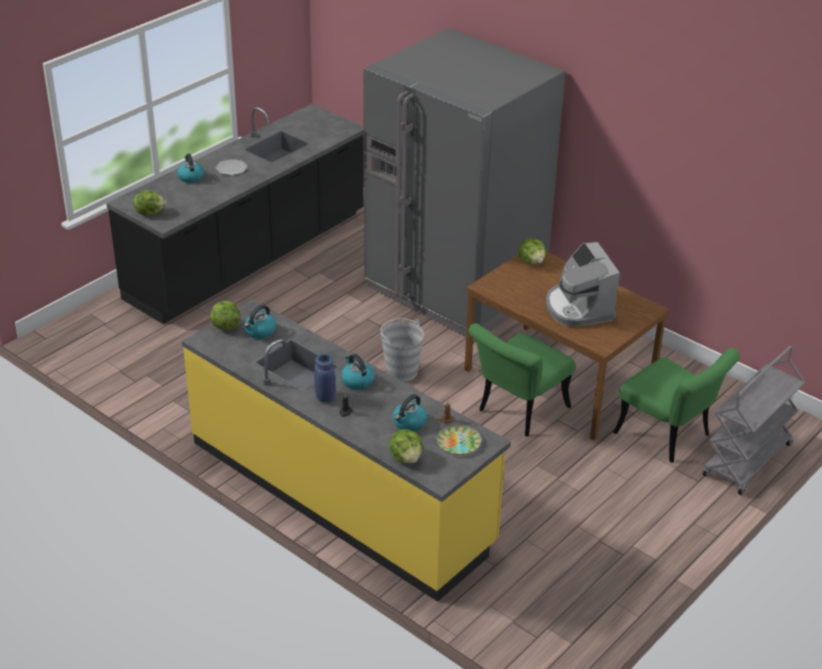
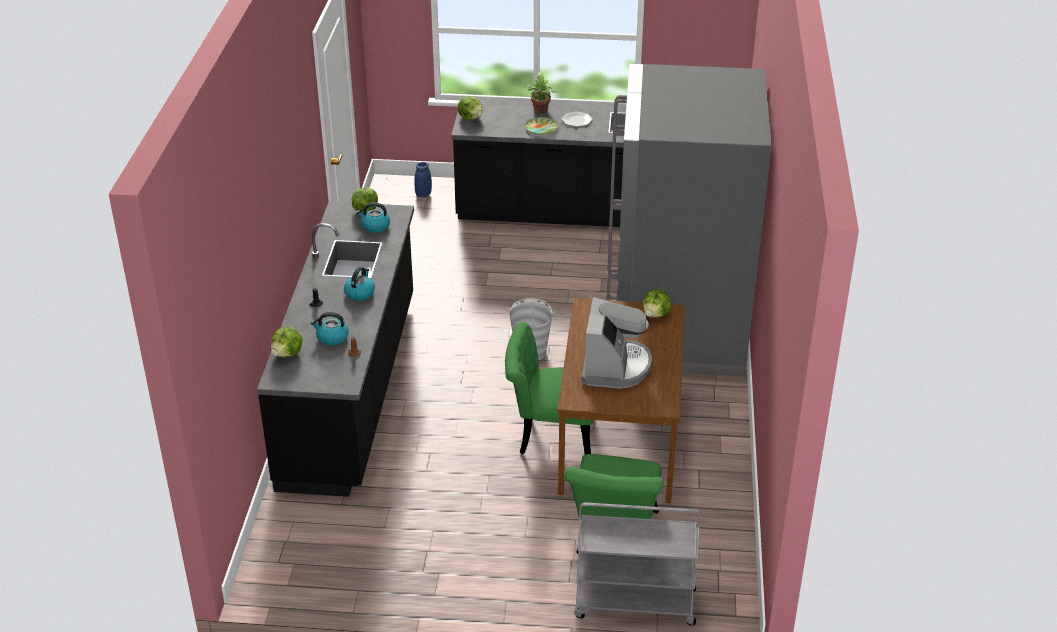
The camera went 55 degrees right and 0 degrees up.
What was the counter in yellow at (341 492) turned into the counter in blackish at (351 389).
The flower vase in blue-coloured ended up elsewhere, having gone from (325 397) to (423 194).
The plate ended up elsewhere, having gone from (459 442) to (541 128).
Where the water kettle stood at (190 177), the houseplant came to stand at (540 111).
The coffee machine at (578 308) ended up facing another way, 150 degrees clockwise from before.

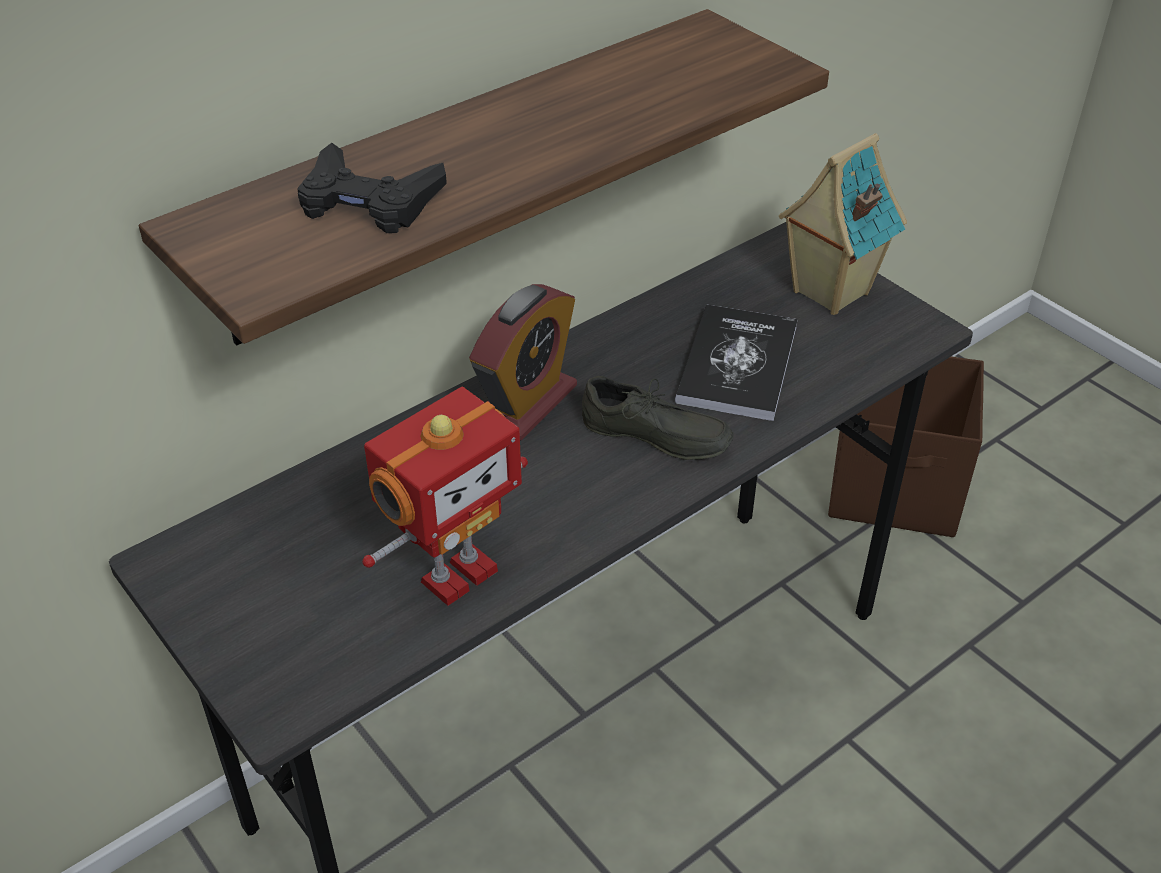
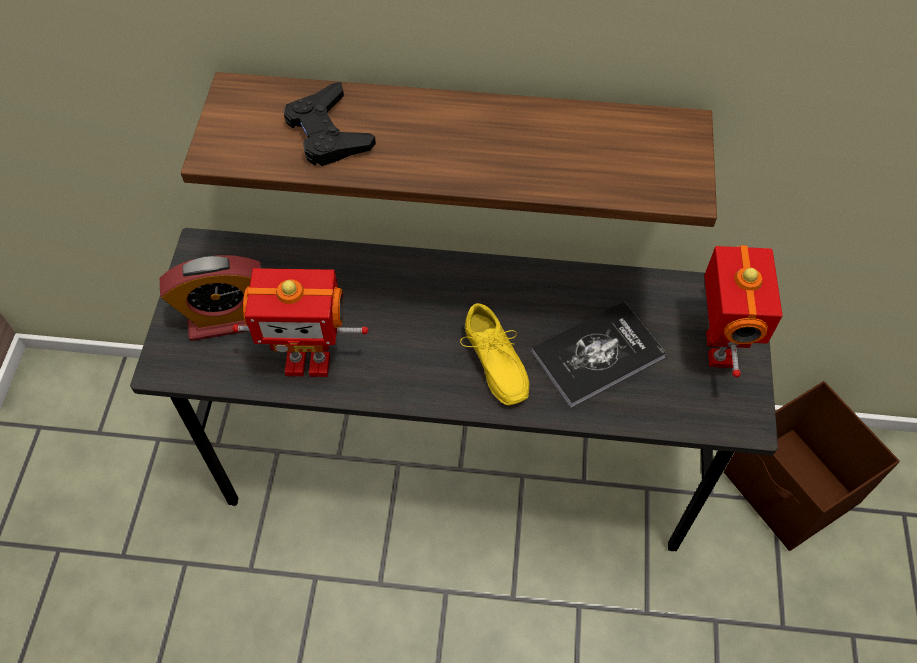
The camera went 45 degrees right and 15 degrees up.
The alarm clock ended up elsewhere, having gone from (526 403) to (226 319).
What was the item of footwear in grey at (654 439) turned into the item of footwear in yellow at (492 364).
Where the toy house stood at (828 292), the toy robot came to stand at (717 349).

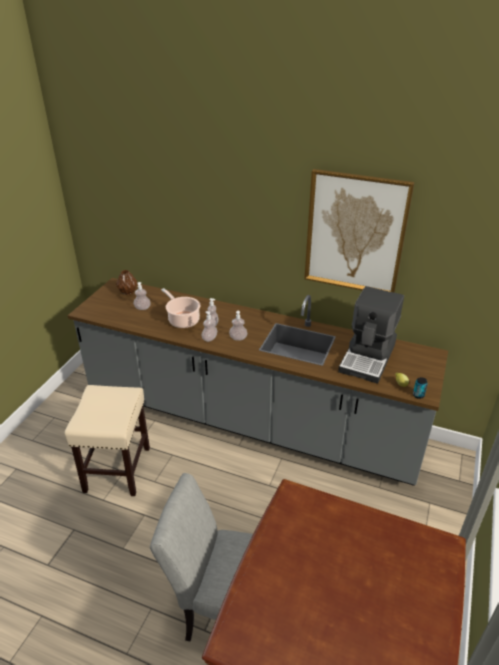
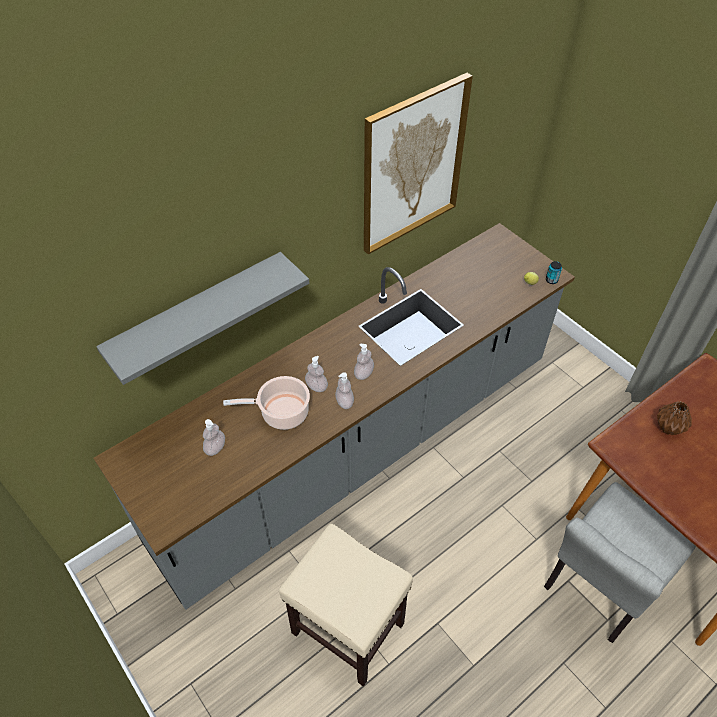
The camera went 60 degrees left and 15 degrees up.
The second view gained the shelf in grey at (198 314).
The flower vase in brownish ended up elsewhere, having gone from (128 292) to (668 427).
The second view lost the coffee machine at (368 357).

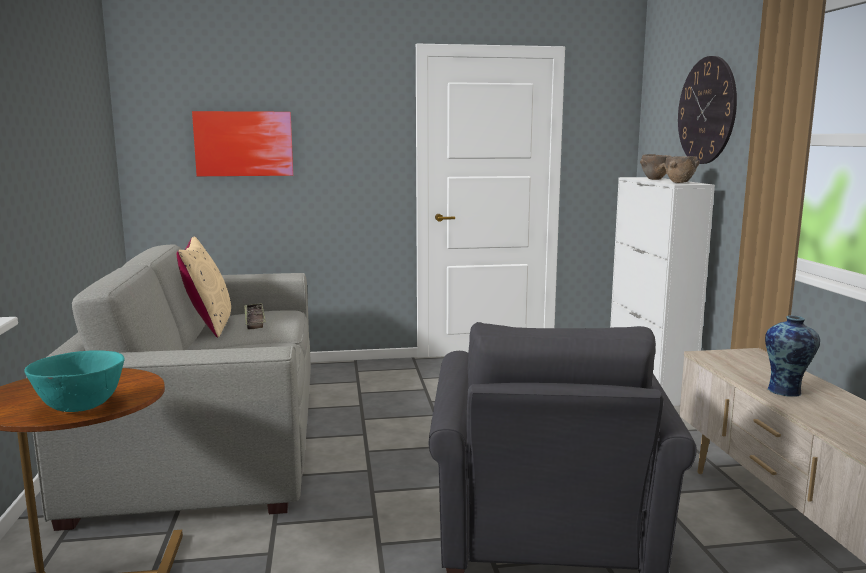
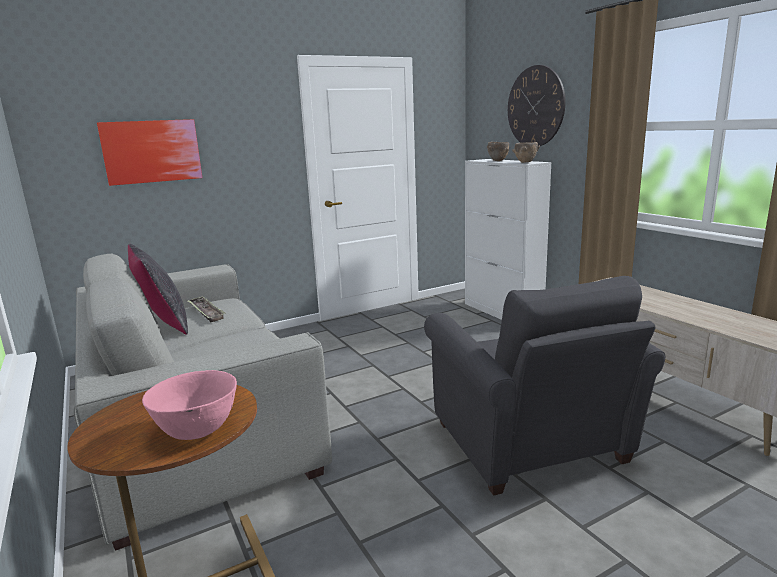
The camera went 20 degrees left and 5 degrees up.
What was the cushion in beige at (208 325) turned into the cushion in blackish at (163 324).
What was the deep dish in turquoise at (80 407) turned into the deep dish in pink-coloured at (197 430).
The second view lost the flower vase at (786 391).

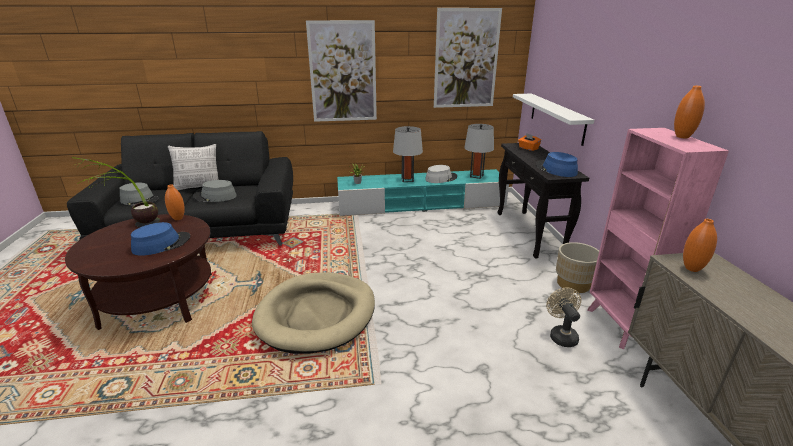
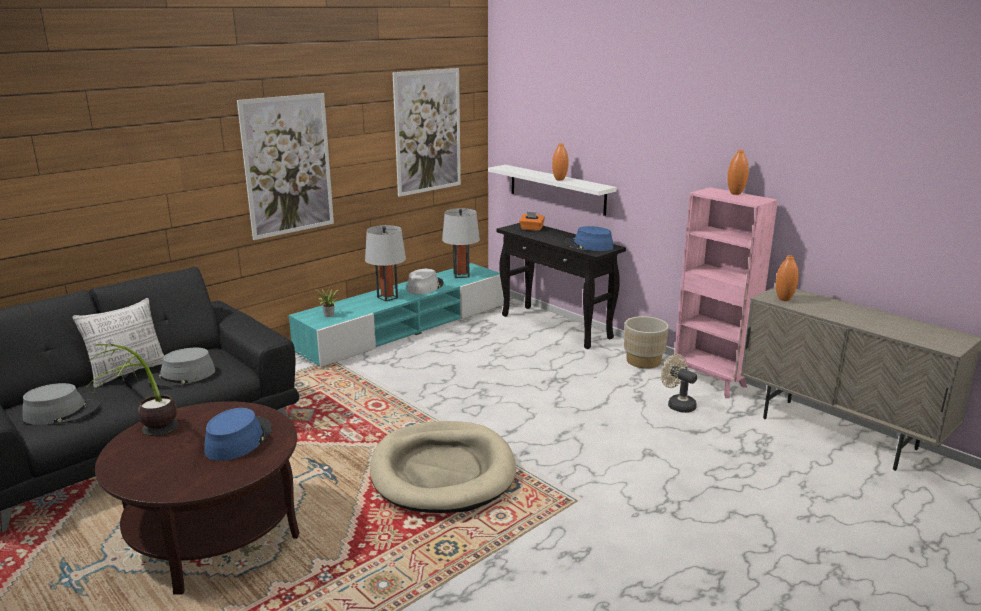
The camera went 35 degrees left and 5 degrees down.
The flower vase in orange ended up elsewhere, having gone from (178 218) to (559 179).

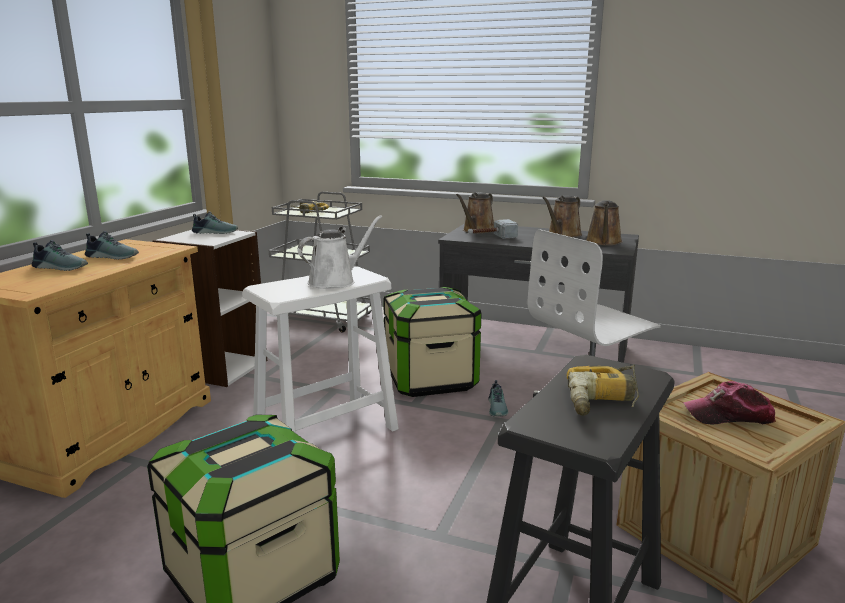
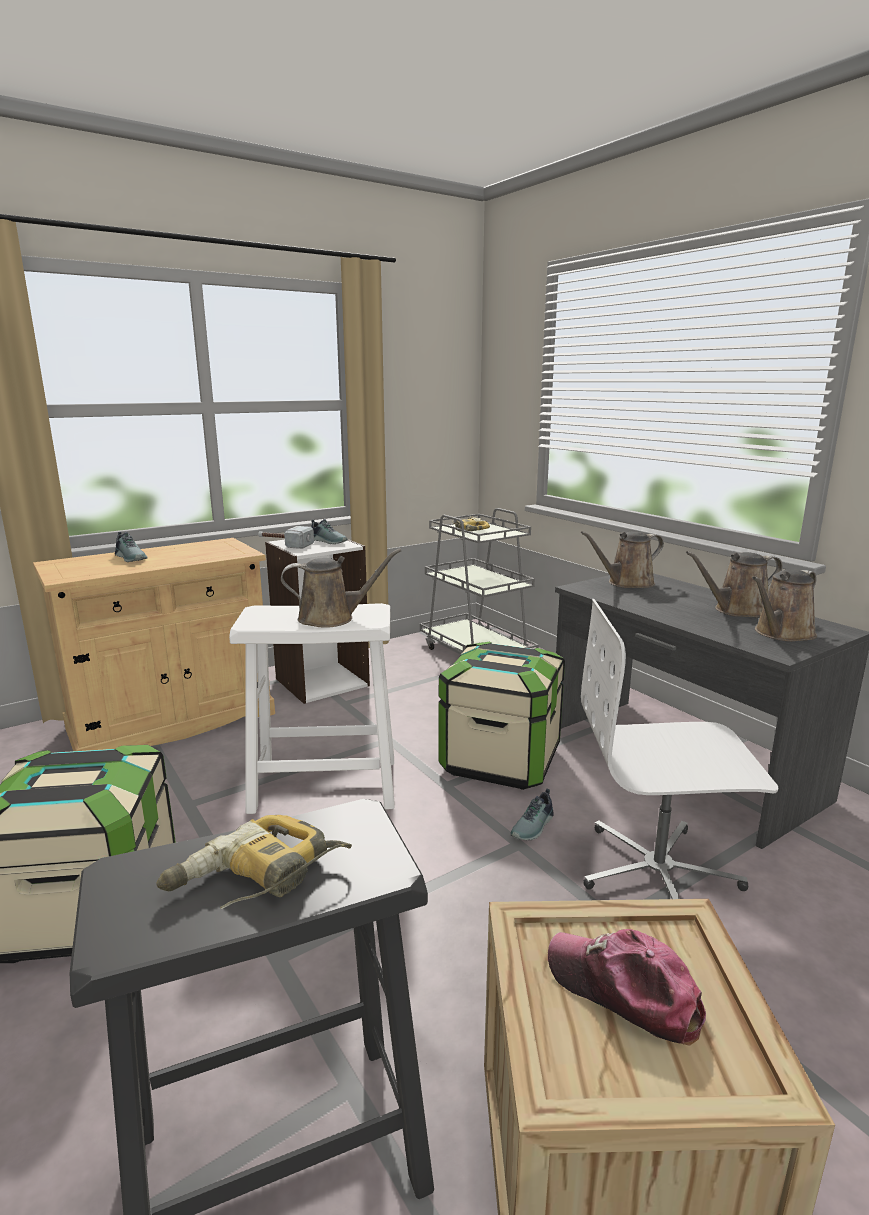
The camera went 35 degrees right and 0 degrees up.
The hammer ended up elsewhere, having gone from (491 237) to (284 544).
What was the watering can in white at (335 281) turned into the watering can in brownish at (332 618).
The second view lost the item of footwear at (113 256).

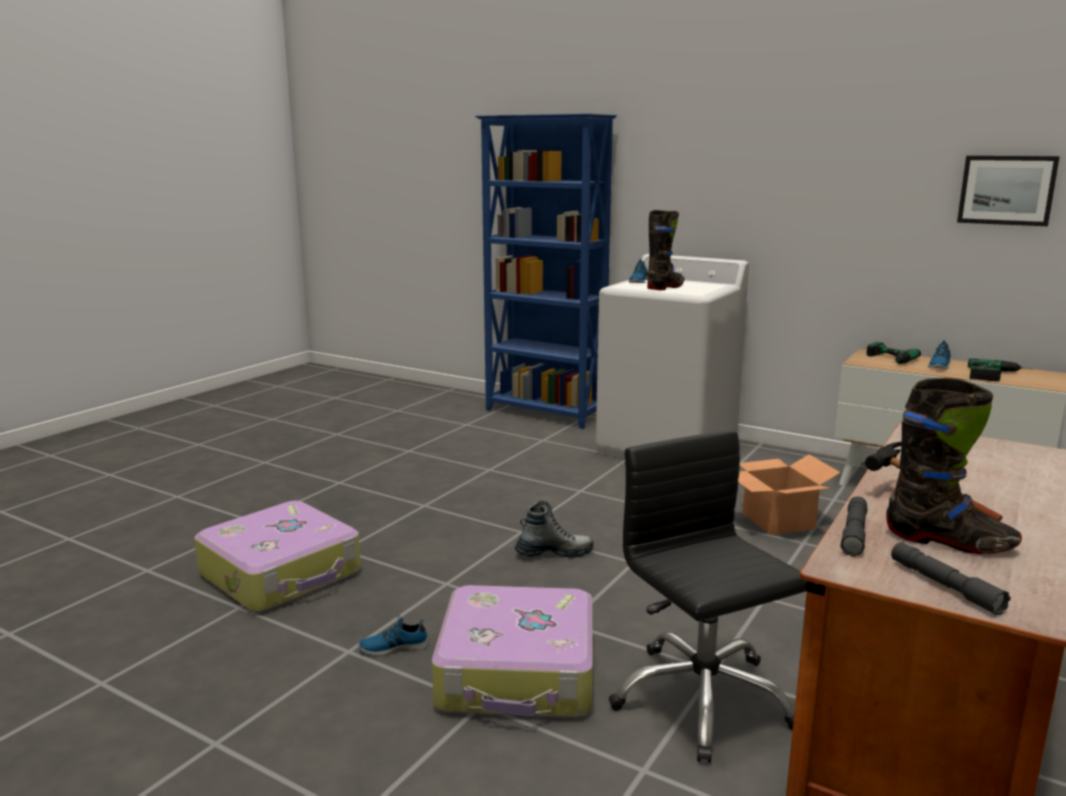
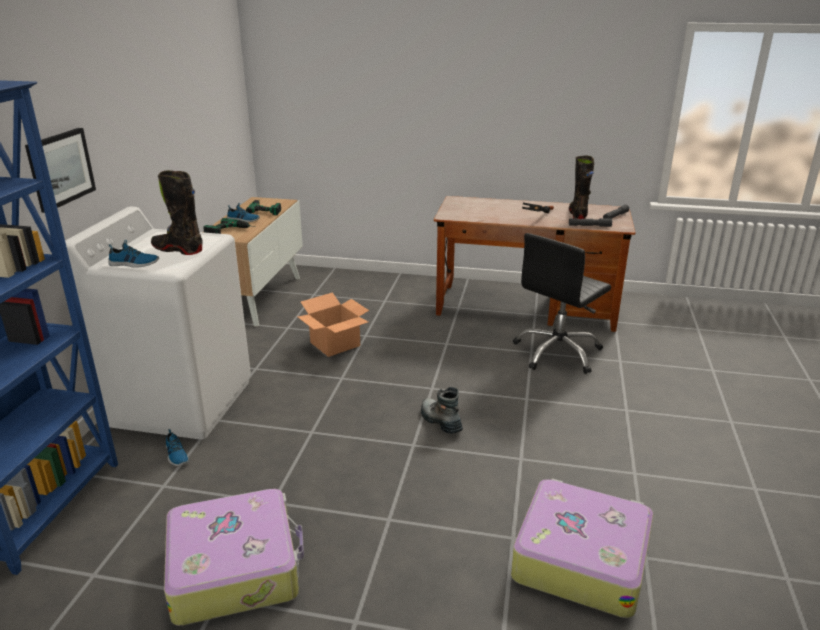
The camera went 110 degrees left and 10 degrees up.
The wall art ended up elsewhere, having gone from (1006 190) to (60 168).
The suitcase ended up elsewhere, having gone from (518 673) to (235 567).
The item of footwear ended up elsewhere, having gone from (394 647) to (176 455).

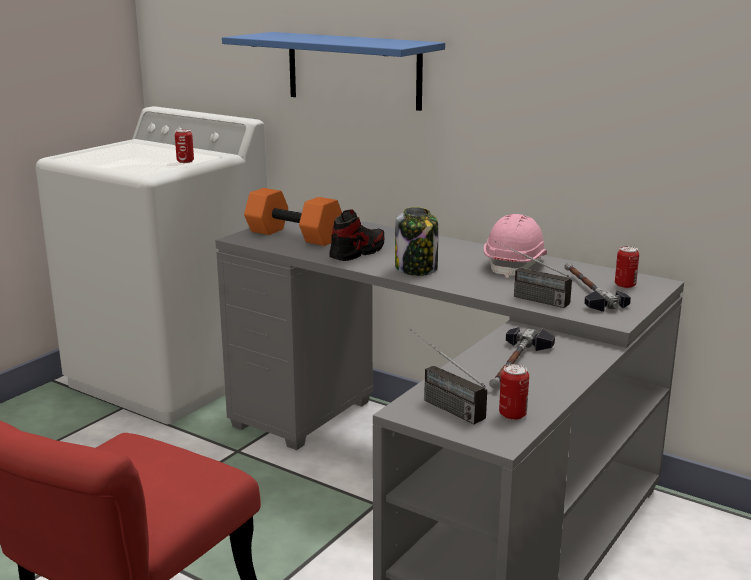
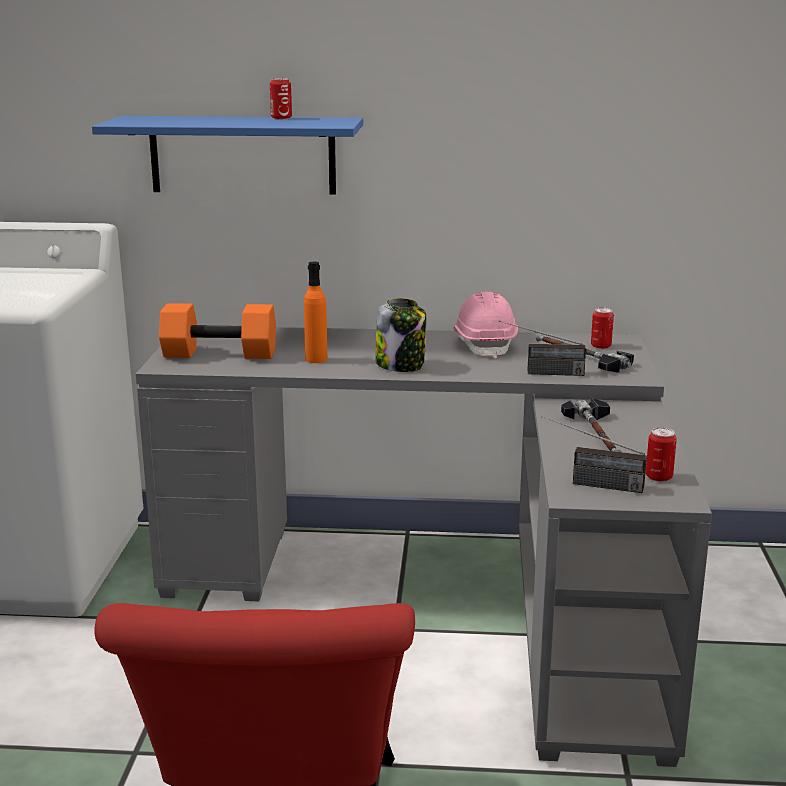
The camera went 30 degrees left and 0 degrees up.
The metal can ended up elsewhere, having gone from (185 161) to (281 118).
Where the item of footwear stood at (357 252), the drink bottle in orange came to stand at (316 359).

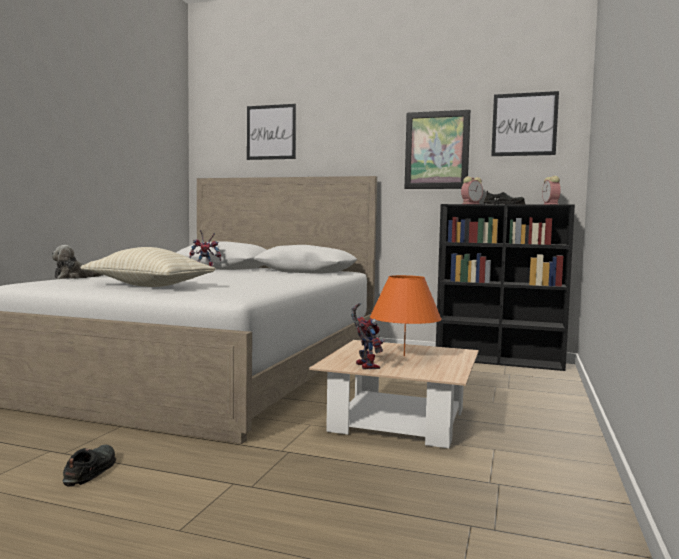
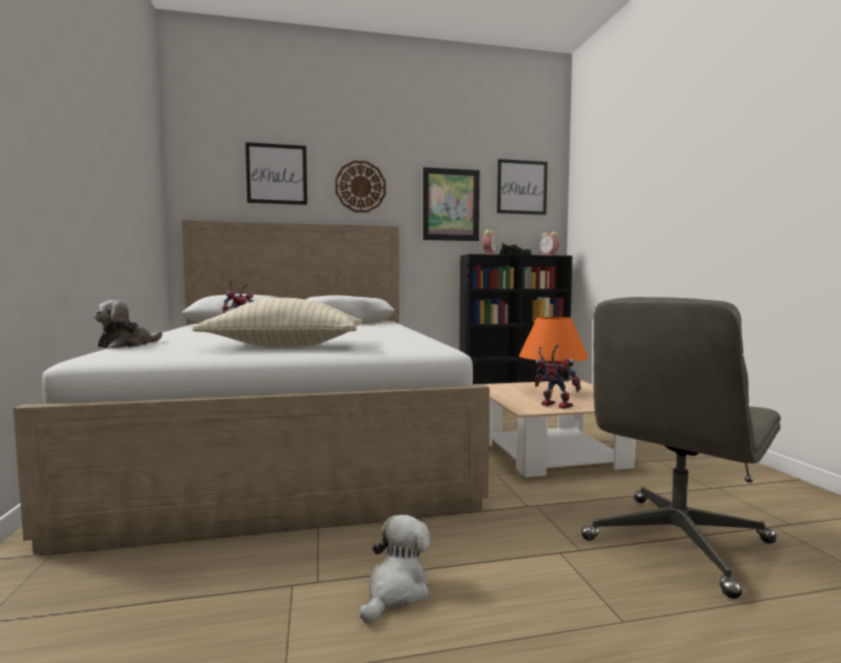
The camera went 30 degrees left and 0 degrees up.
The second view gained the wall clock at (360 186).
Where the item of footwear in blackish stood at (91 470), the soft toy came to stand at (396 591).
The second view gained the desk chair in grey at (677 542).

